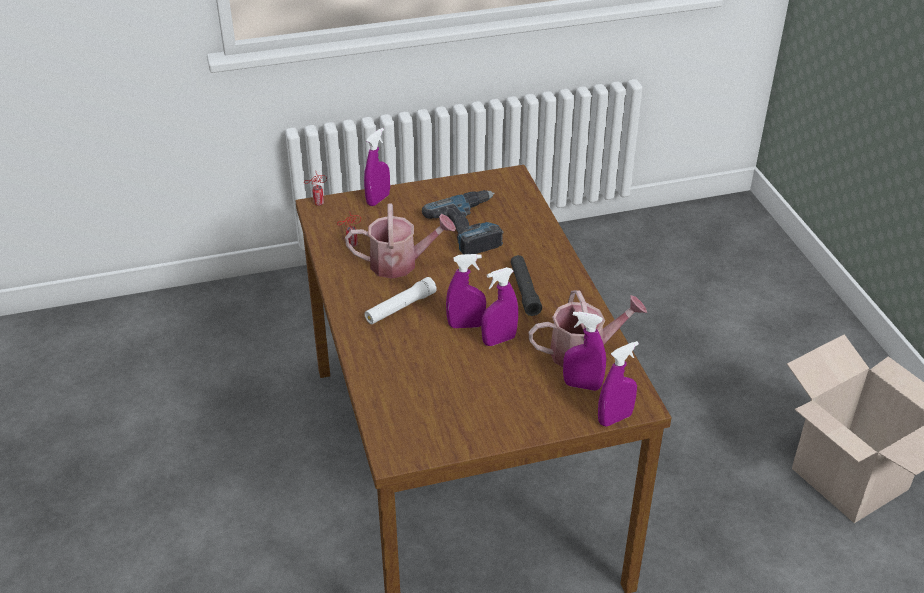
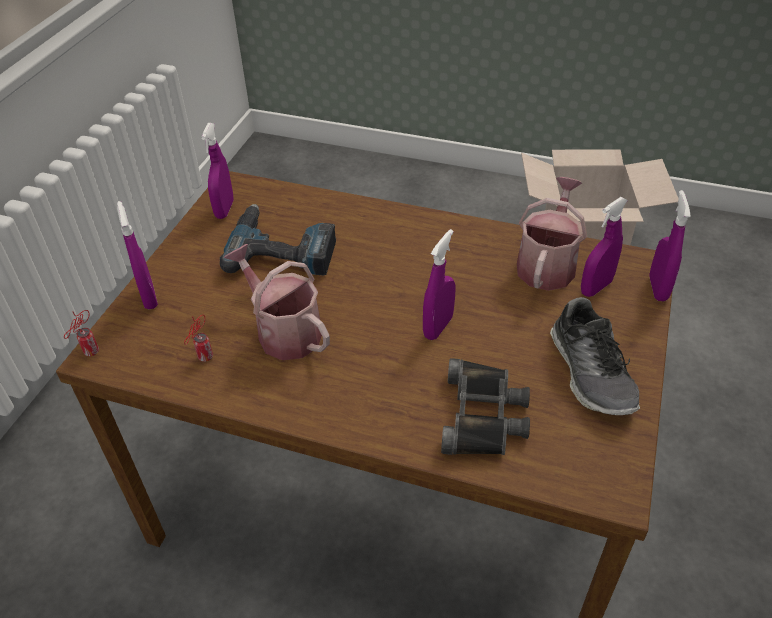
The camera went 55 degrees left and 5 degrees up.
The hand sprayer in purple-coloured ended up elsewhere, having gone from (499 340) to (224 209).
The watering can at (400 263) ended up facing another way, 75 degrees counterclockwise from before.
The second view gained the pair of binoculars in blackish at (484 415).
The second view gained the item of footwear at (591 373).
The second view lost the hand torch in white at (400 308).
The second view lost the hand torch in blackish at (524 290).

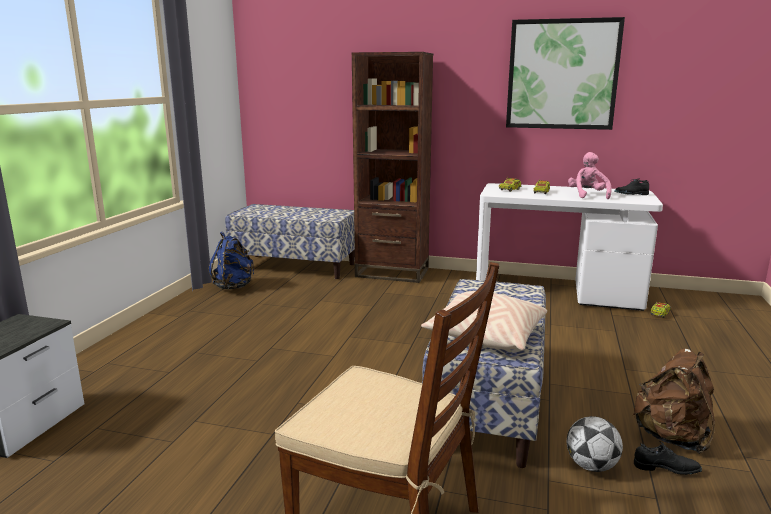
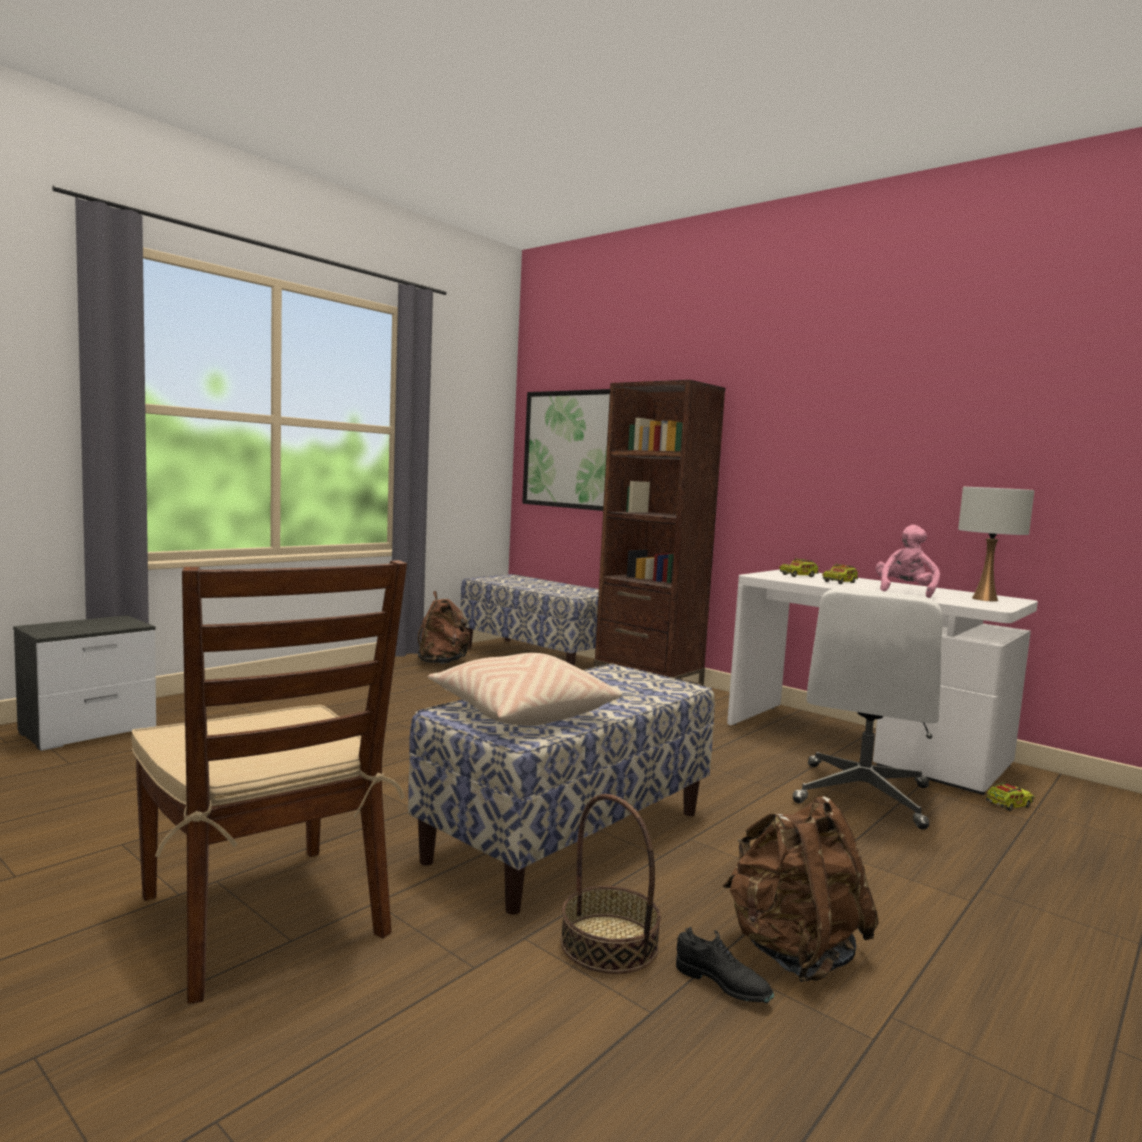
The camera went 25 degrees right and 10 degrees down.
What was the rucksack in blue-coloured at (234 286) turned into the rucksack in brownish at (441 663).
The wall art ended up elsewhere, having gone from (562 74) to (570 449).
Where the football ball stood at (591 466), the storage basket came to stand at (609 943).
The second view gained the desk chair in white at (862 796).
Where the item of footwear in blackish stood at (631 195), the tabletop lamp in white came to stand at (985 599).

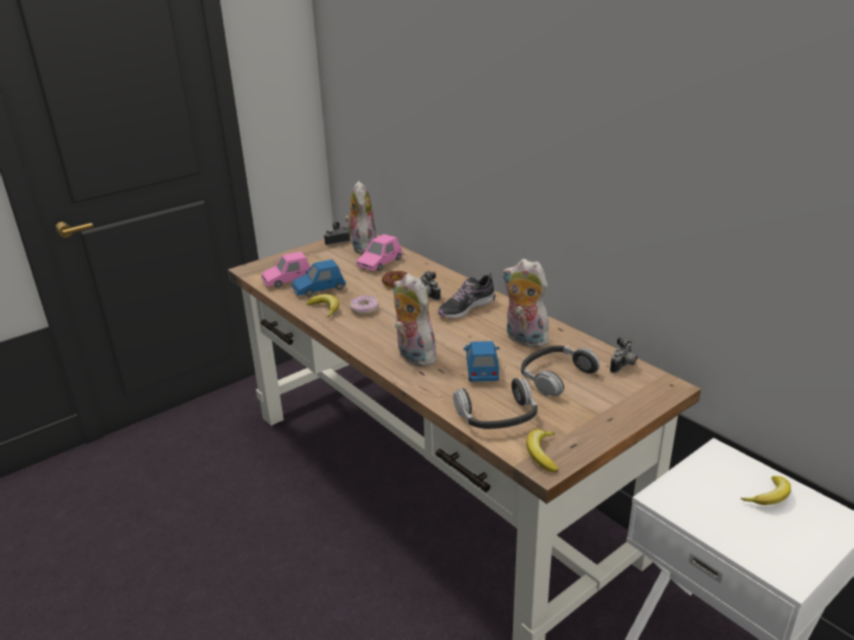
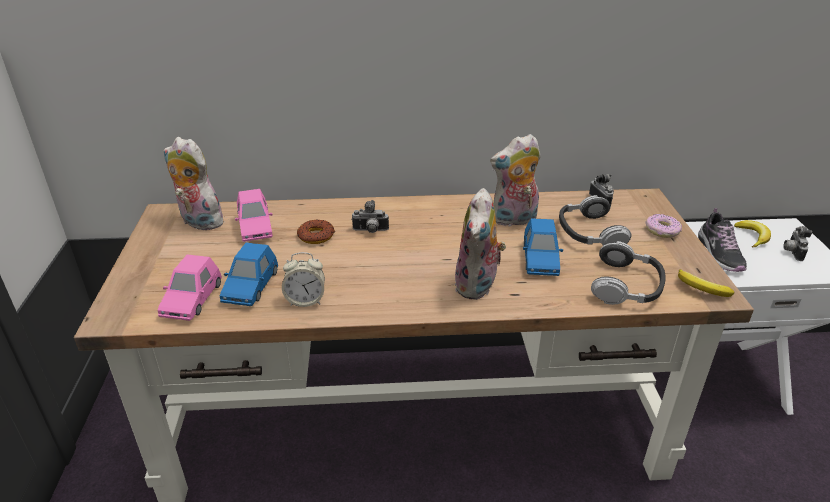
The camera went 55 degrees left and 5 degrees up.
Where the banana stood at (325 309), the alarm clock came to stand at (305 300).
The soft toy at (413 356) ended up facing another way, 75 degrees counterclockwise from before.
The model car in blue-coloured at (481 368) ended up facing another way, 120 degrees counterclockwise from before.
The ring doughnut ended up elsewhere, having gone from (364 309) to (662 230).
The item of footwear ended up elsewhere, having gone from (466 308) to (719 254).
The still camera ended up elsewhere, having gone from (337 242) to (791 252).

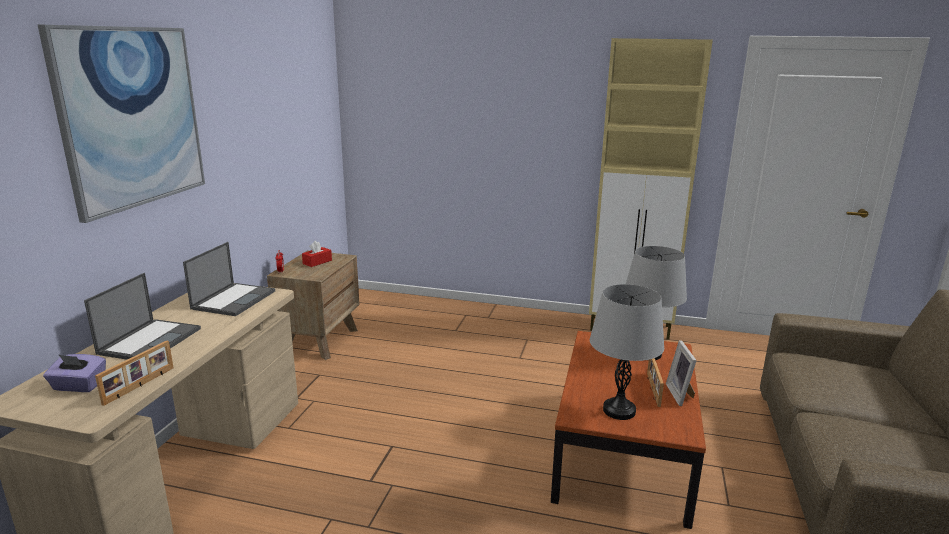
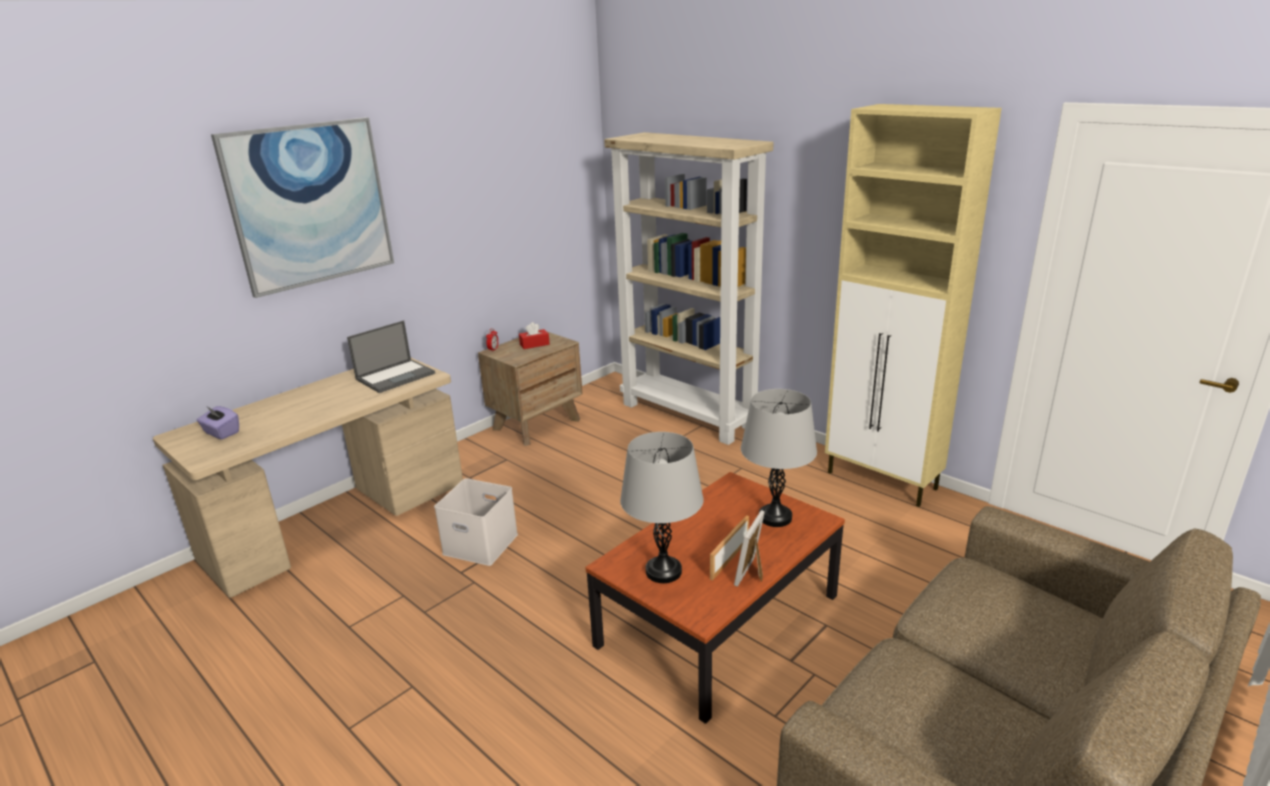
The camera went 30 degrees right and 5 degrees up.
The second view gained the storage bin in white at (482 543).
The second view gained the bookshelf in beige at (689 415).
The second view lost the portable computer at (150 340).
The second view lost the photo frame at (140 385).

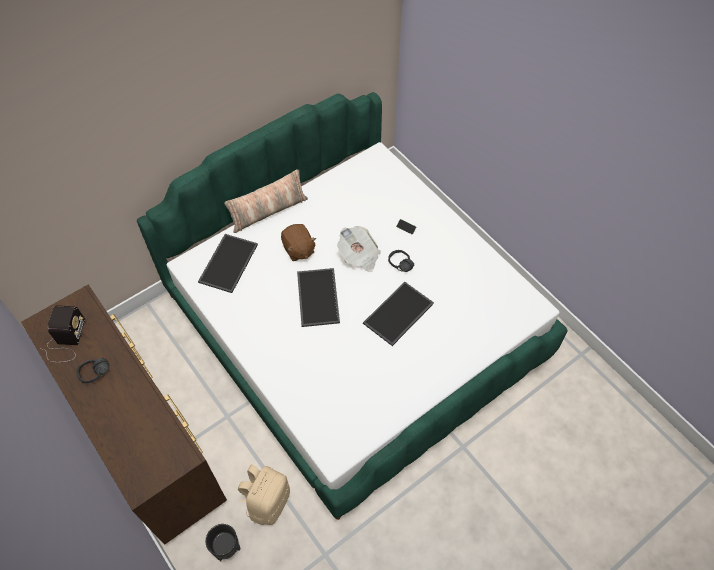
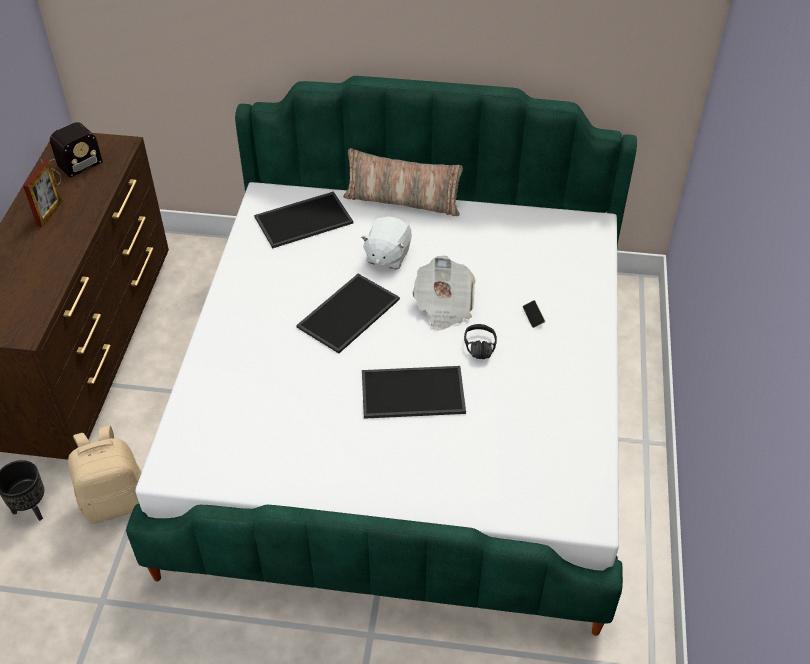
The camera went 45 degrees right and 10 degrees down.
Where the headset in blackish stood at (96 376), the photo frame came to stand at (49 213).
What was the soft toy in brownish at (298 249) turned into the soft toy in white at (387 256).

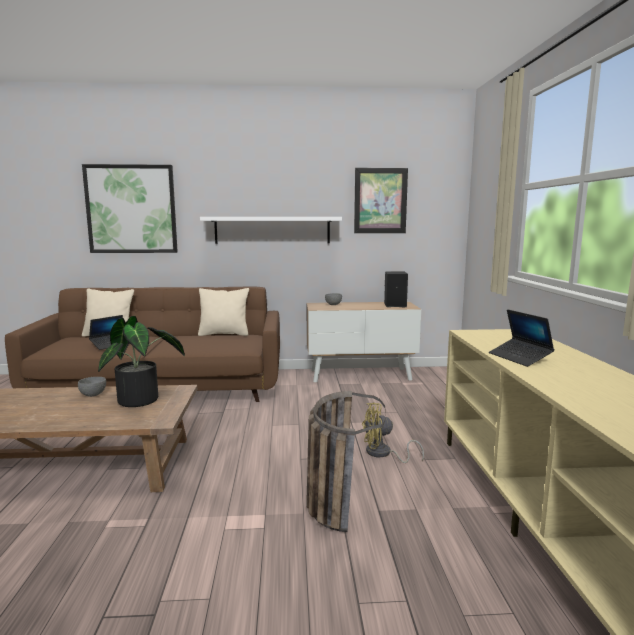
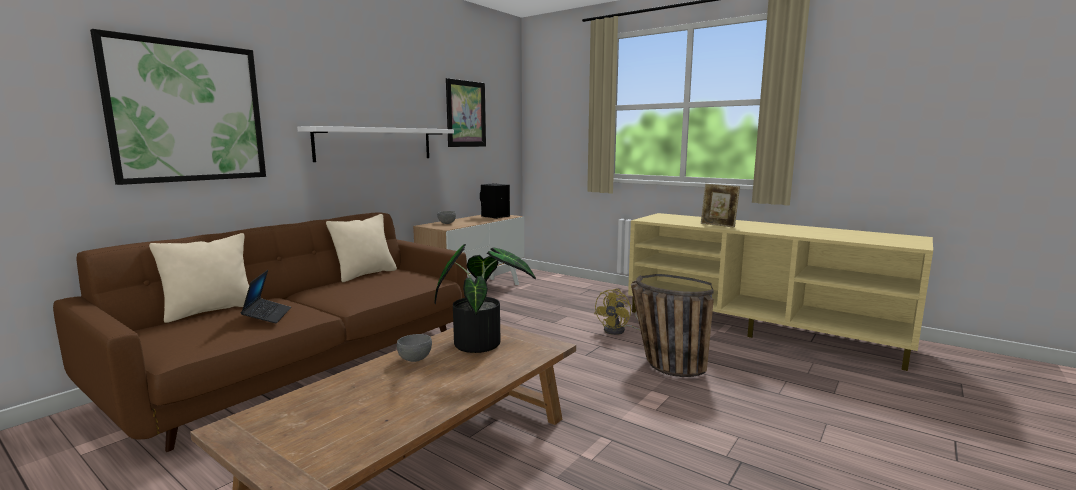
The camera went 50 degrees left and 0 degrees up.
Where the portable computer stood at (519 357), the photo frame came to stand at (718 225).

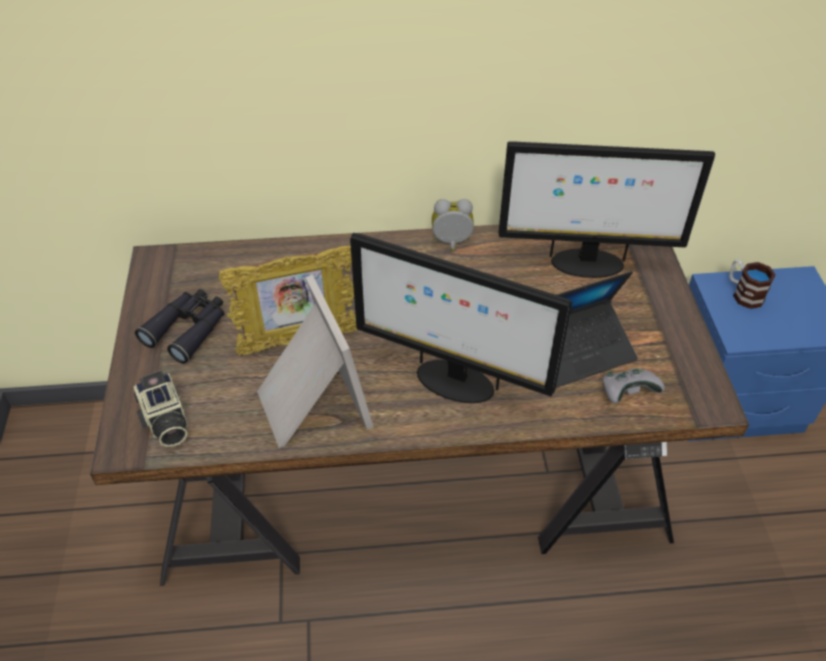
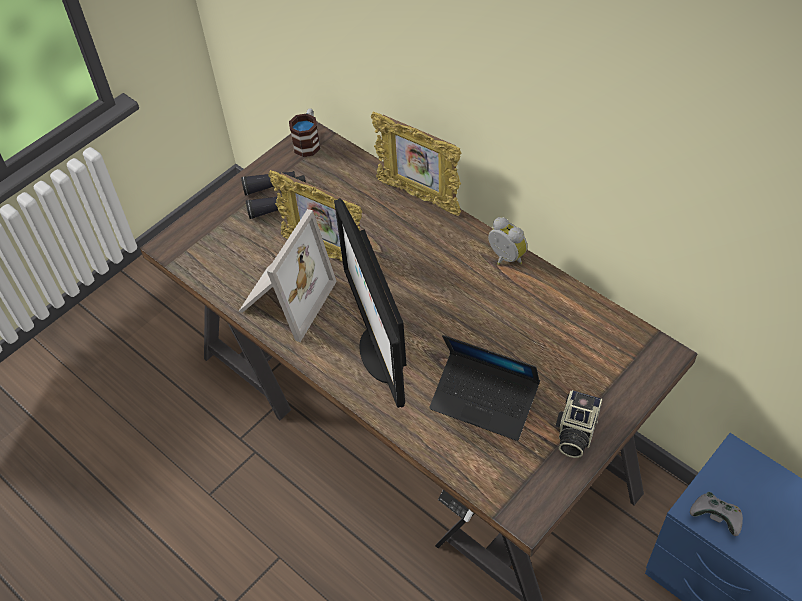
The camera went 50 degrees right and 5 degrees up.
The mug ended up elsewhere, having gone from (743 293) to (308 142).
The second view gained the photo frame at (419 196).
The still camera ended up elsewhere, having gone from (165 422) to (575 432).
The gamepad in grey ended up elsewhere, having gone from (627 393) to (715 518).
The second view lost the computer display at (585 264).

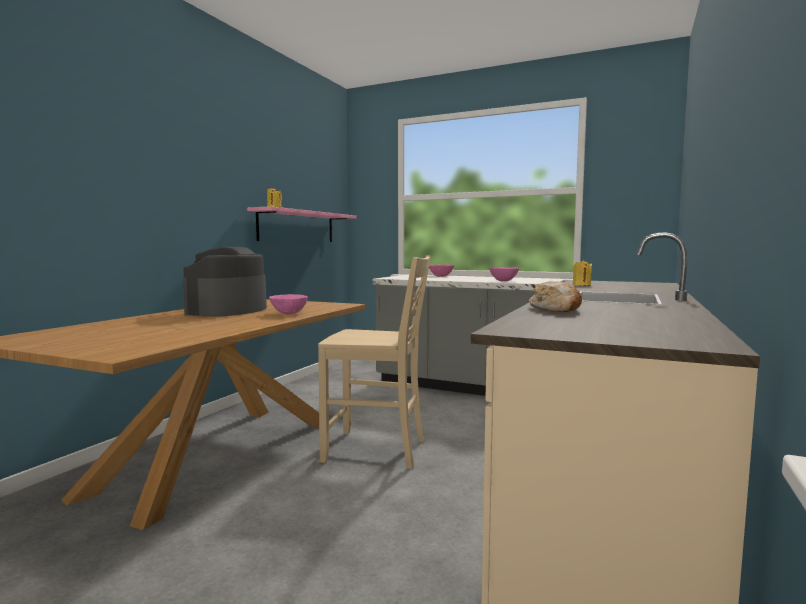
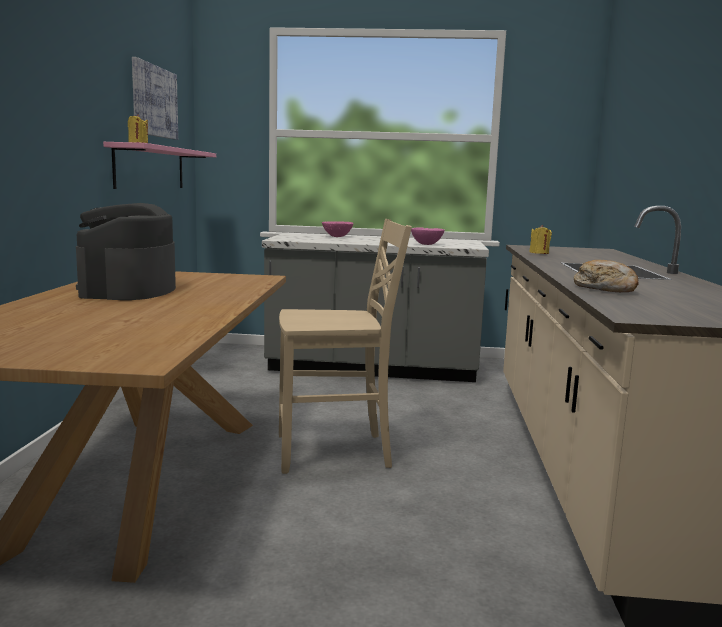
The camera went 20 degrees left and 5 degrees up.
The second view gained the wall art at (154 101).
The second view lost the deep dish in pink-coloured at (288 313).

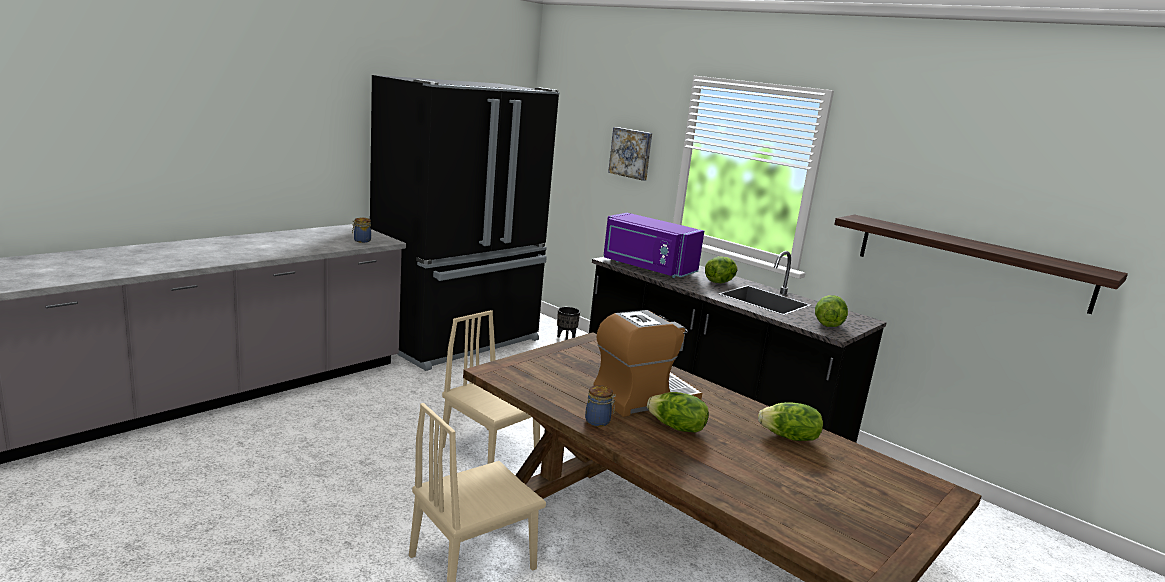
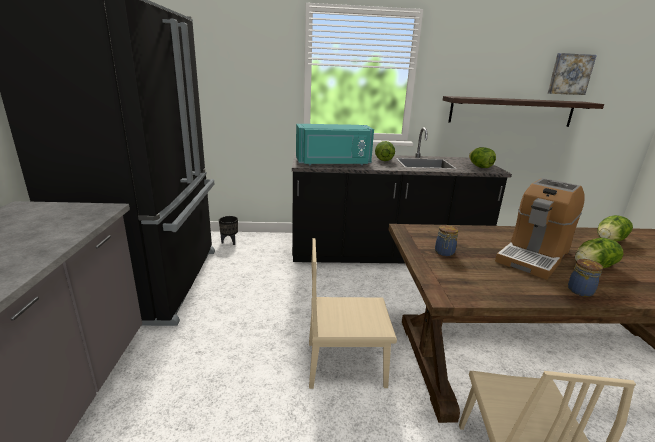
The camera went 45 degrees left and 5 degrees up.
What was the kitchen microwave in purple-coloured at (647 267) turned into the kitchen microwave in turquoise at (333 163).
The storage jar ended up elsewhere, having gone from (361 241) to (444 253).
The coffee machine at (644 398) ended up facing another way, 150 degrees counterclockwise from before.
The wall art ended up elsewhere, having gone from (631 153) to (570 74).

